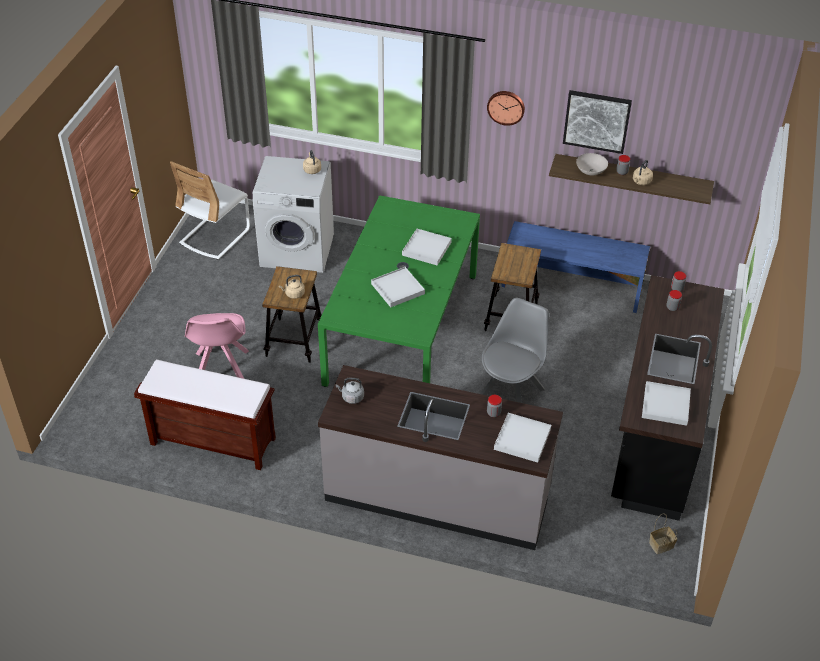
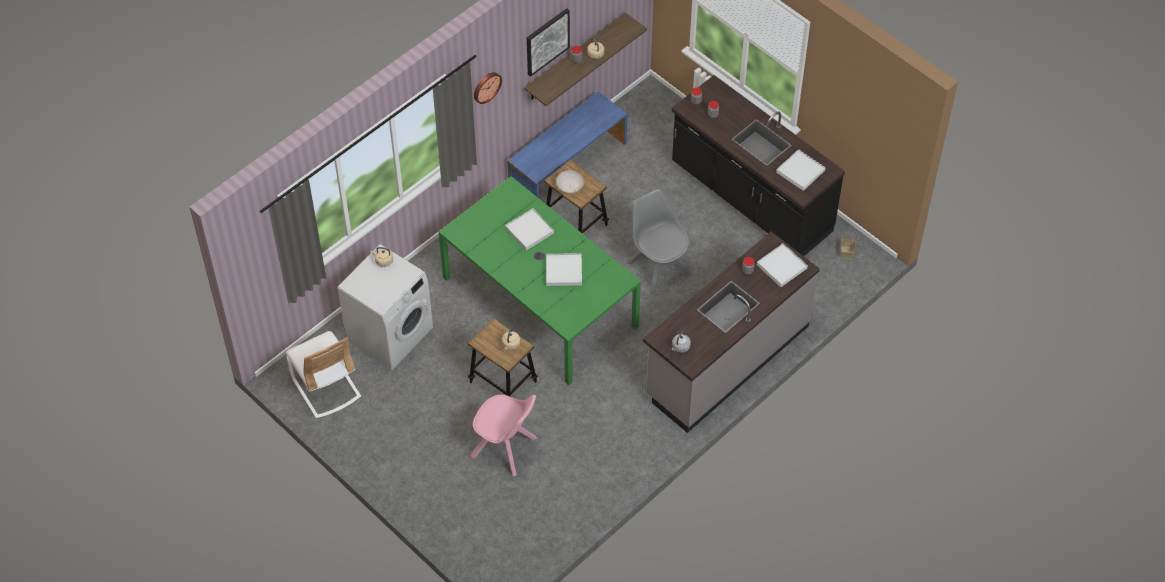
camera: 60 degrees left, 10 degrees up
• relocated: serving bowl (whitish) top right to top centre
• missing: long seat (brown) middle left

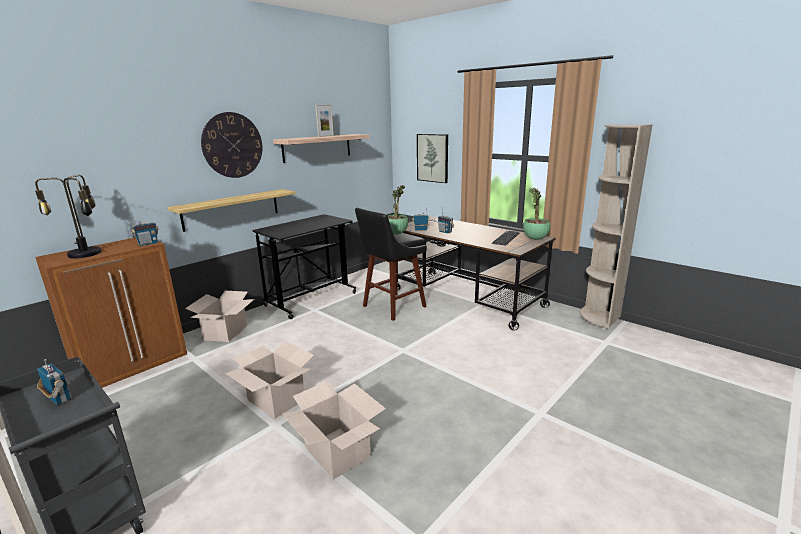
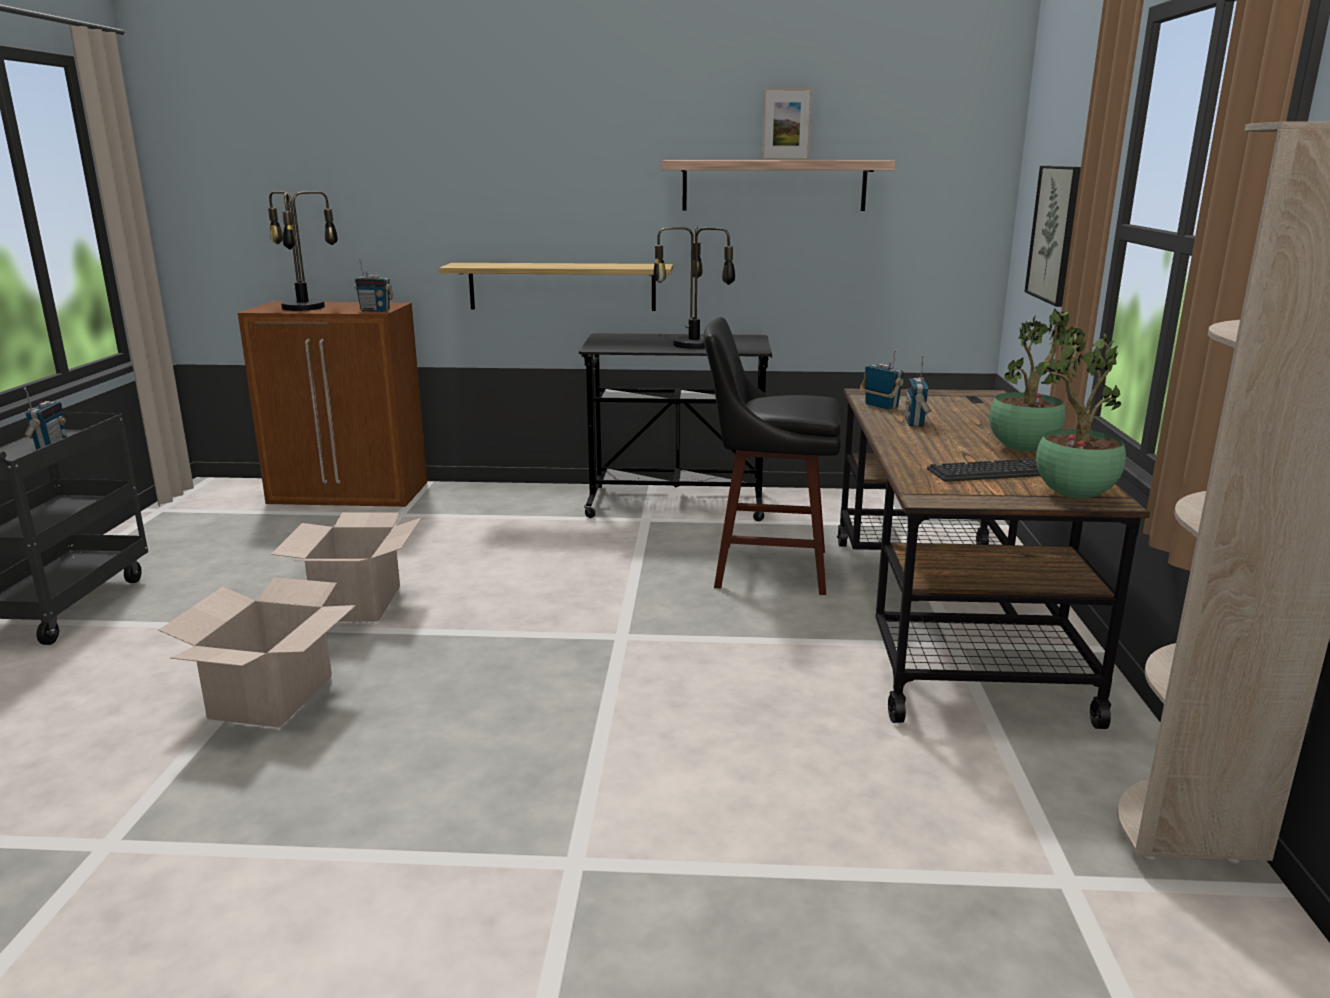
camera: 50 degrees right, 0 degrees up
• missing: clock on the wall top left
• relocated: potted plant (no. 1 from left) centre to middle right
• missing: carton (no. 1 from left) middle left
• appeared: table lamp (no. 2 from left) top centre

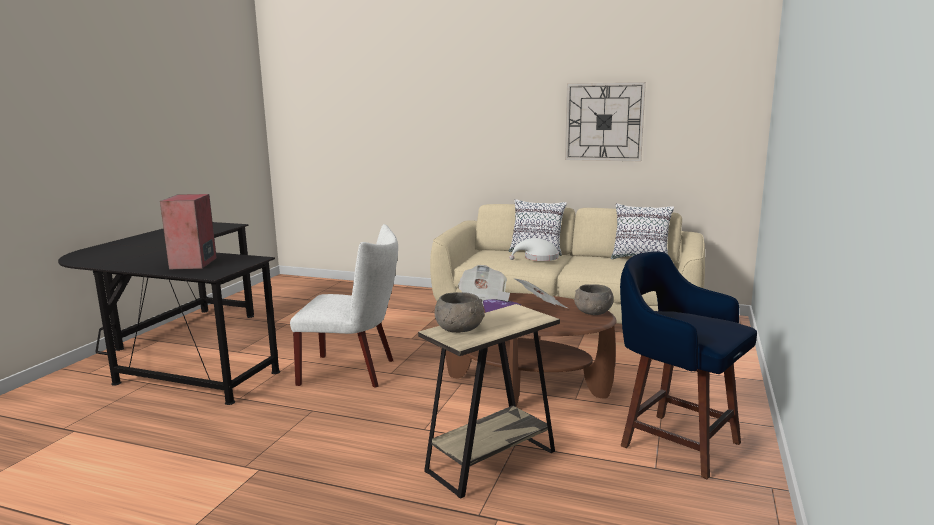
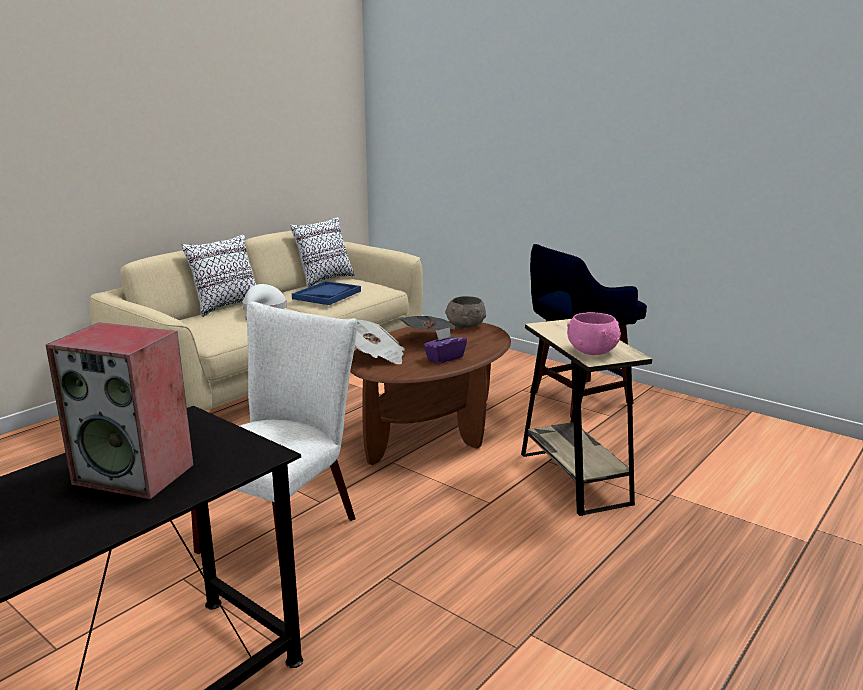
camera: 70 degrees left, 5 degrees up
• missing: clock on the wall top centre
• colour: serving bowl (grey) (no. 1 from left) centre to serving bowl (pink) middle right
• appeared: tray (blue) centre

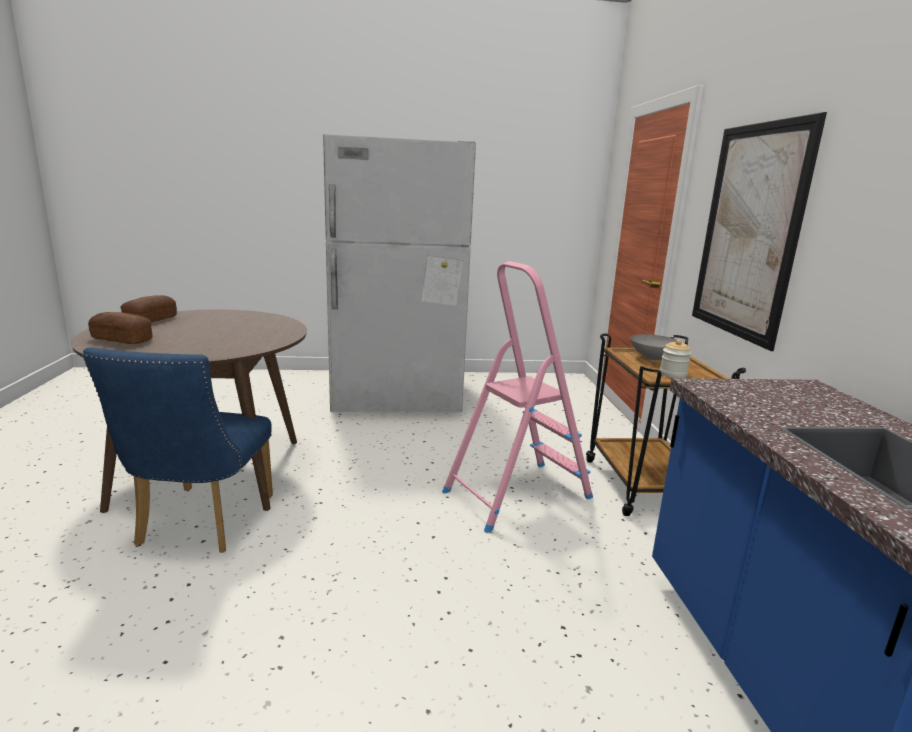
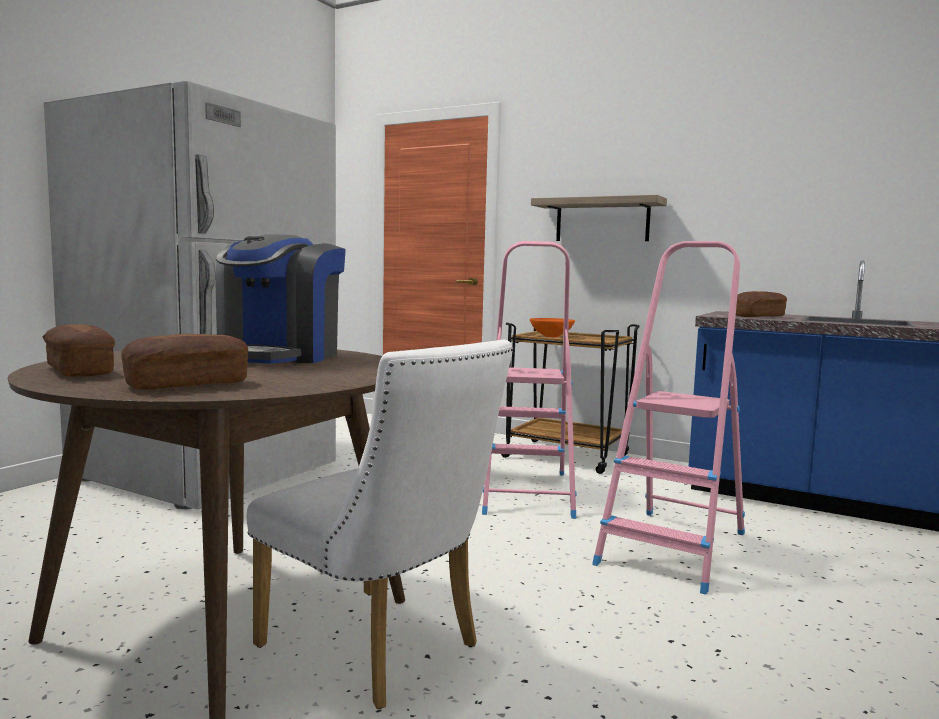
camera: 55 degrees left, 10 degrees down
• exchanged: picture top right to wall shelf top centre
• colour: serving bowl (grey) middle right to serving bowl (orange) centre
• missing: jar middle right
• colour: plain chair (blue) middle left to plain chair (whitish) bottom centre
• appeared: coffee brewer middle left
• appeared: step ladder (pink) (no. 2 from left) middle right
• appeared: bakery bread (no. 3 from left) middle right

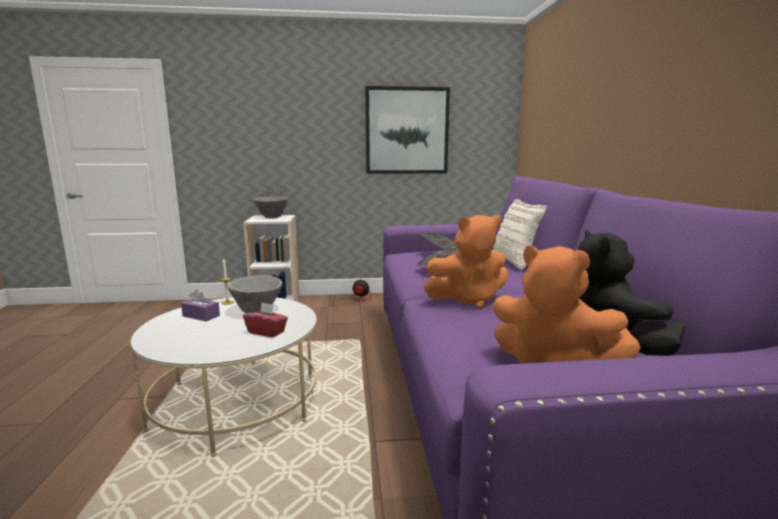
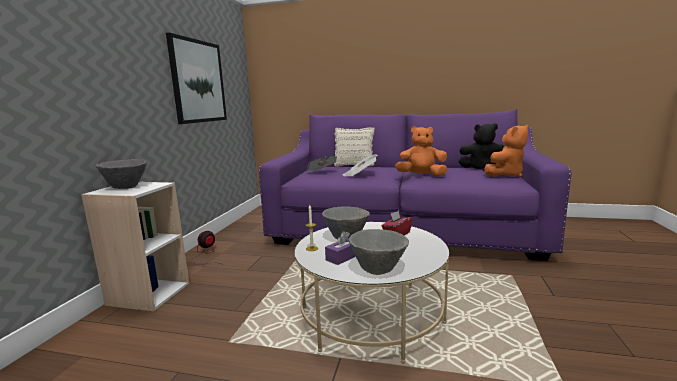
camera: 70 degrees left, 0 degrees up
• spun: cuddly toy (orange) (no. 1 from left) centre = centre 90 degrees counterclockwise
• appeared: serving bowl (grey) (no. 3 from left) centre

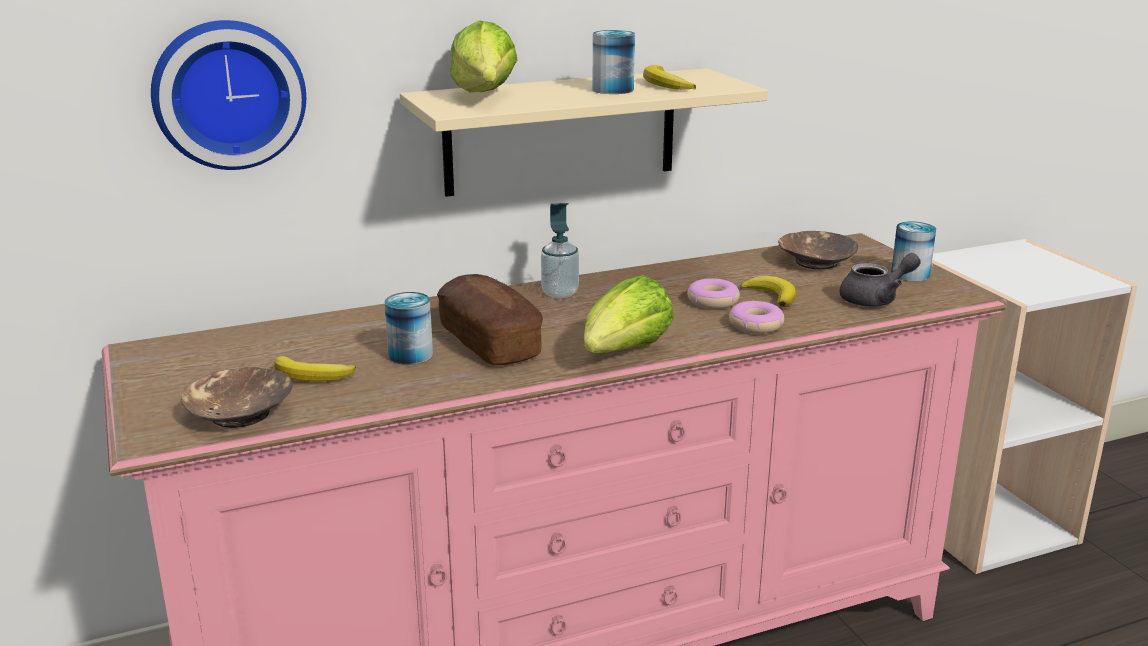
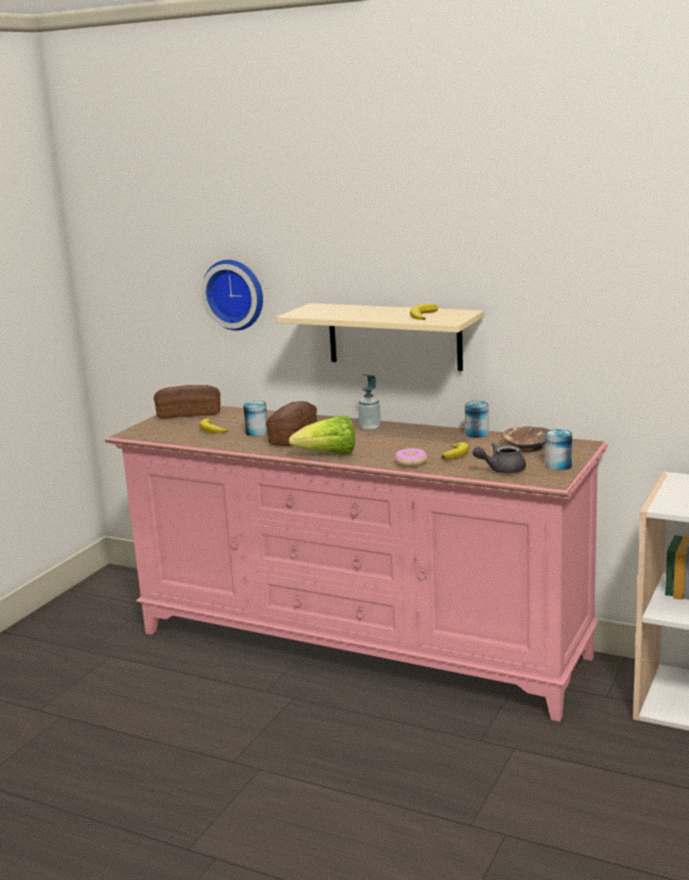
camera: 50 degrees right, 5 degrees down
• missing: lettuce (no. 1 from left) top centre
• relocated: metal can (no. 2 from left) top centre to middle right
• spun: tea pot (grey) middle right = middle right 135 degrees clockwise
• missing: donut (no. 1 from left) centre
• missing: serving bowl (brown) (no. 1 from left) middle left
• appeared: bakery bread (no. 1 from left) middle left

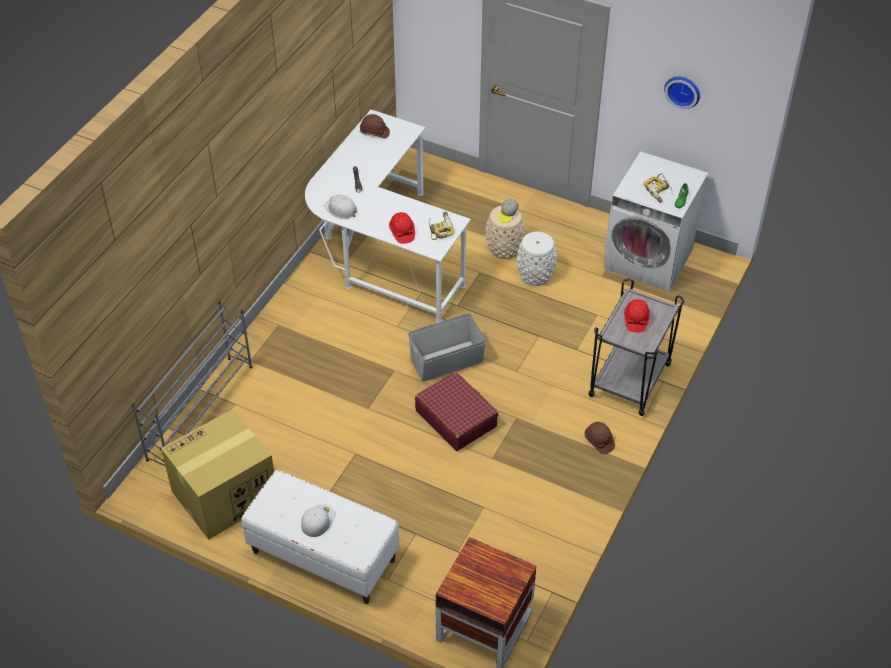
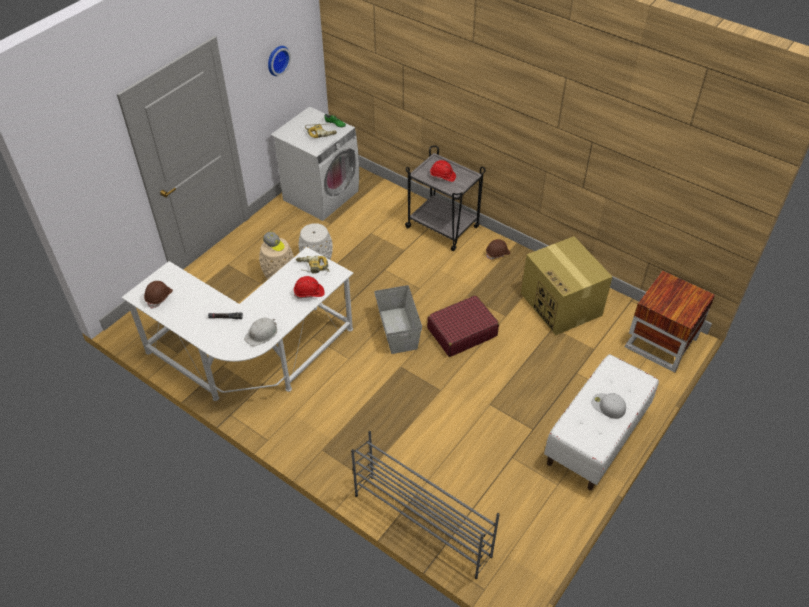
camera: 80 degrees left, 0 degrees up
• relocated: carton bottom left to middle right

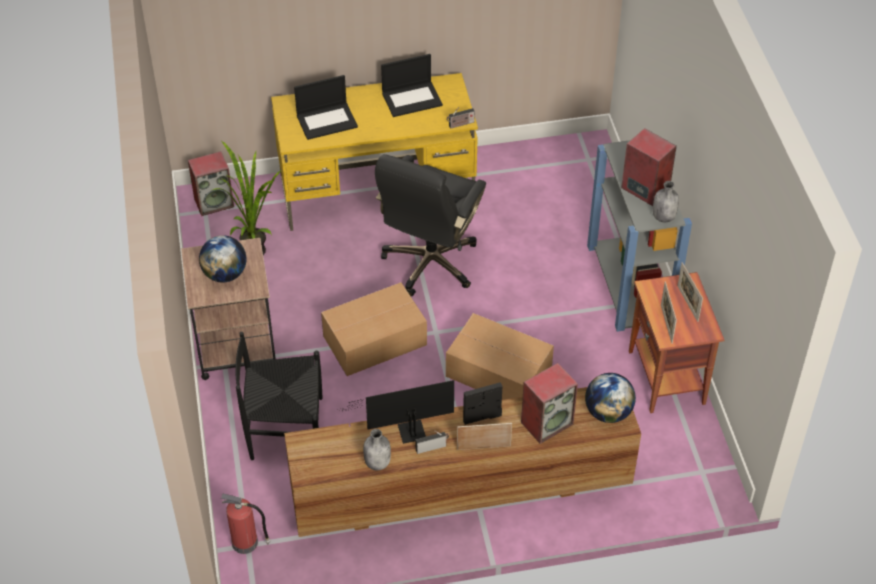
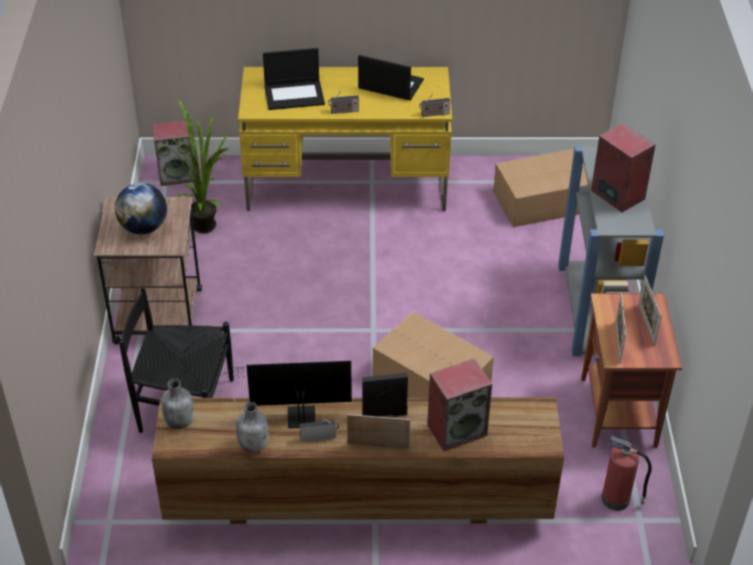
camera: 10 degrees right, 5 degrees down
• spun: laptop (no. 2 from left) top centre = top centre 150 degrees counterclockwise
• missing: desk chair (black-coloured) centre
• relocated: beverage bottle (grey) (no. 2 from left in the first image) middle right to beverage bottle (grey) (no. 1 from left) bottom left
• relocated: carton (no. 1 from left in the first image) centre to carton (no. 2 from left) top right
• missing: world globe (no. 2 from left) bottom right
• relocated: extinguisher bottom left to bottom right
• appeared: radio receiver (no. 2 from left) top centre

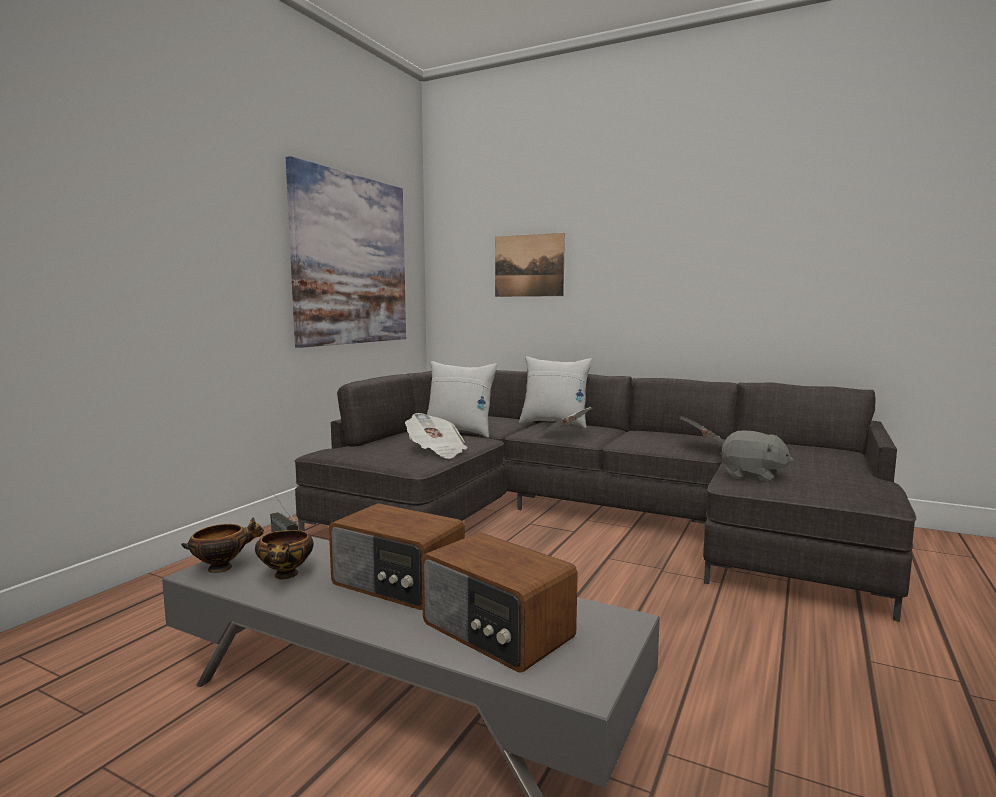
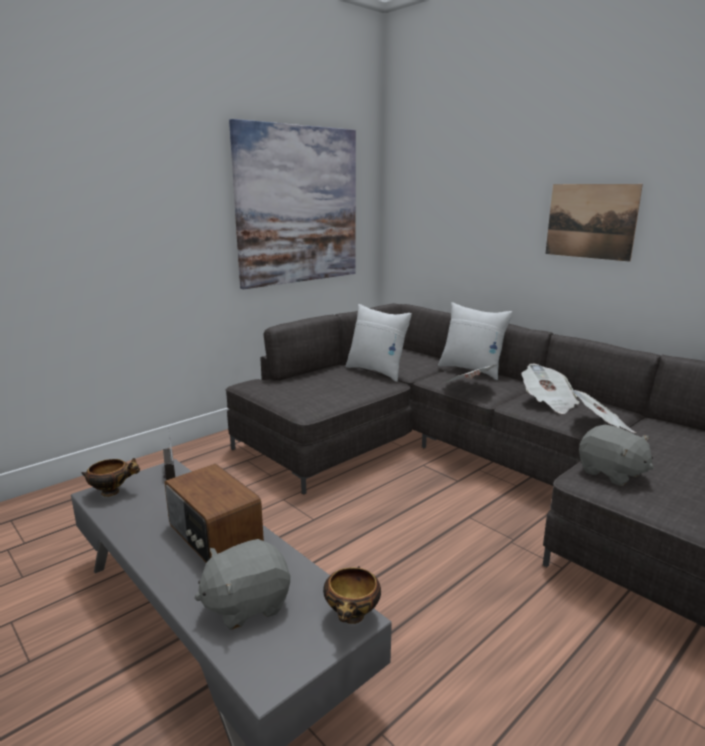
camera: 20 degrees right, 10 degrees up
• relocated: picture (no. 2 from left) top centre to top right
• relocated: printed paper (no. 1 from left in the first image) centre to printed paper (no. 2 from left) middle right
• relocated: serving bowl (no. 2 from left) bottom left to bottom centre
• exchanged: radio receiver (no. 3 from left) bottom centre to cuddly toy (grey) (no. 1 from left) bottom centre

